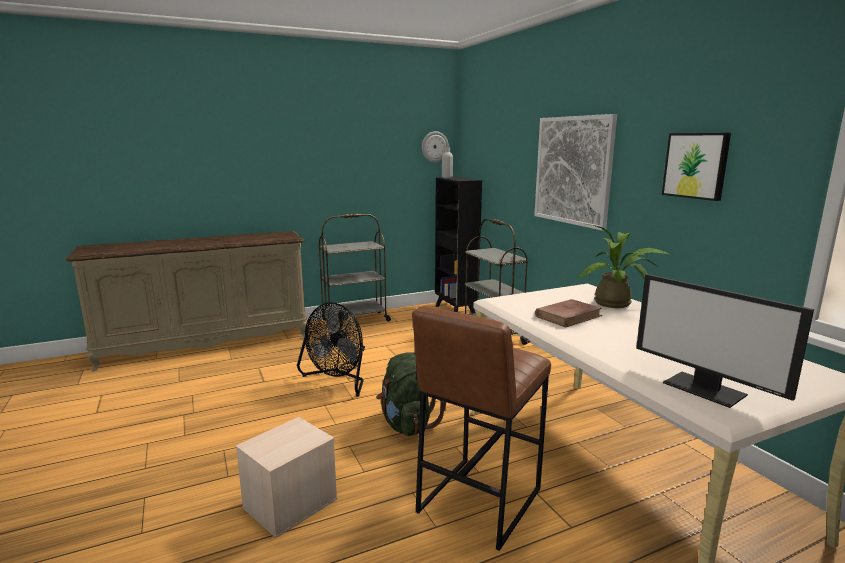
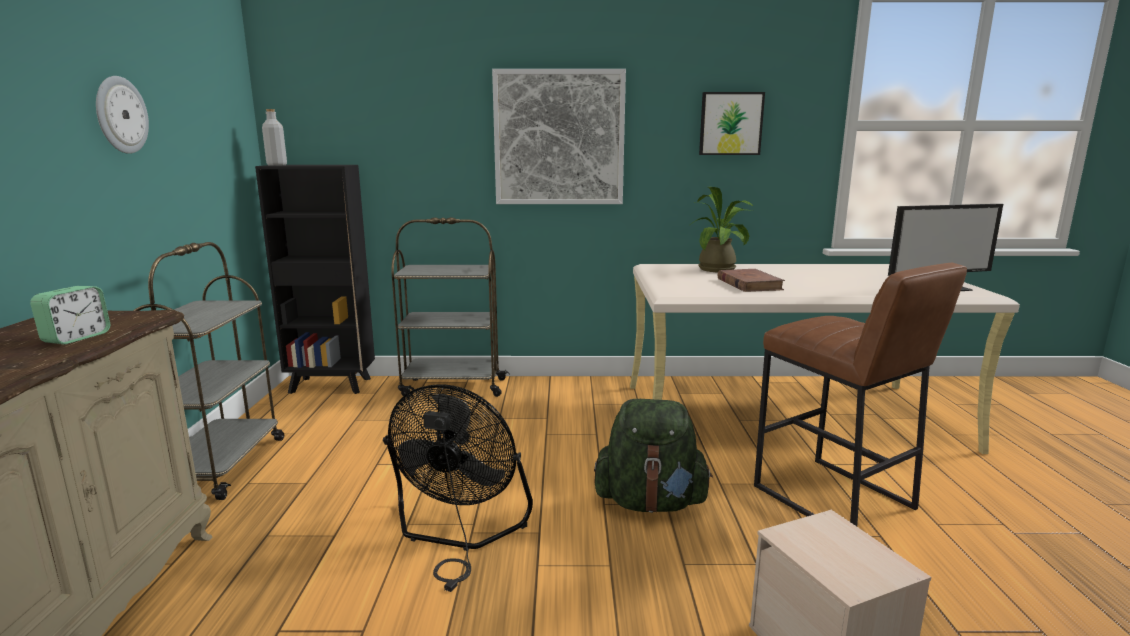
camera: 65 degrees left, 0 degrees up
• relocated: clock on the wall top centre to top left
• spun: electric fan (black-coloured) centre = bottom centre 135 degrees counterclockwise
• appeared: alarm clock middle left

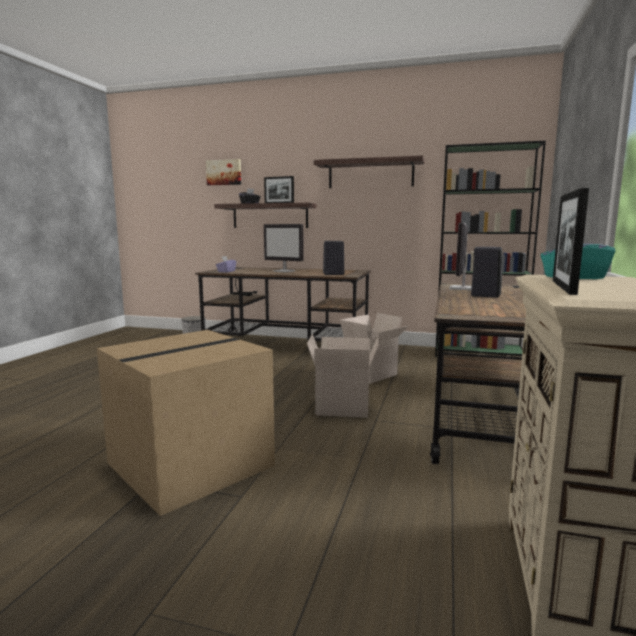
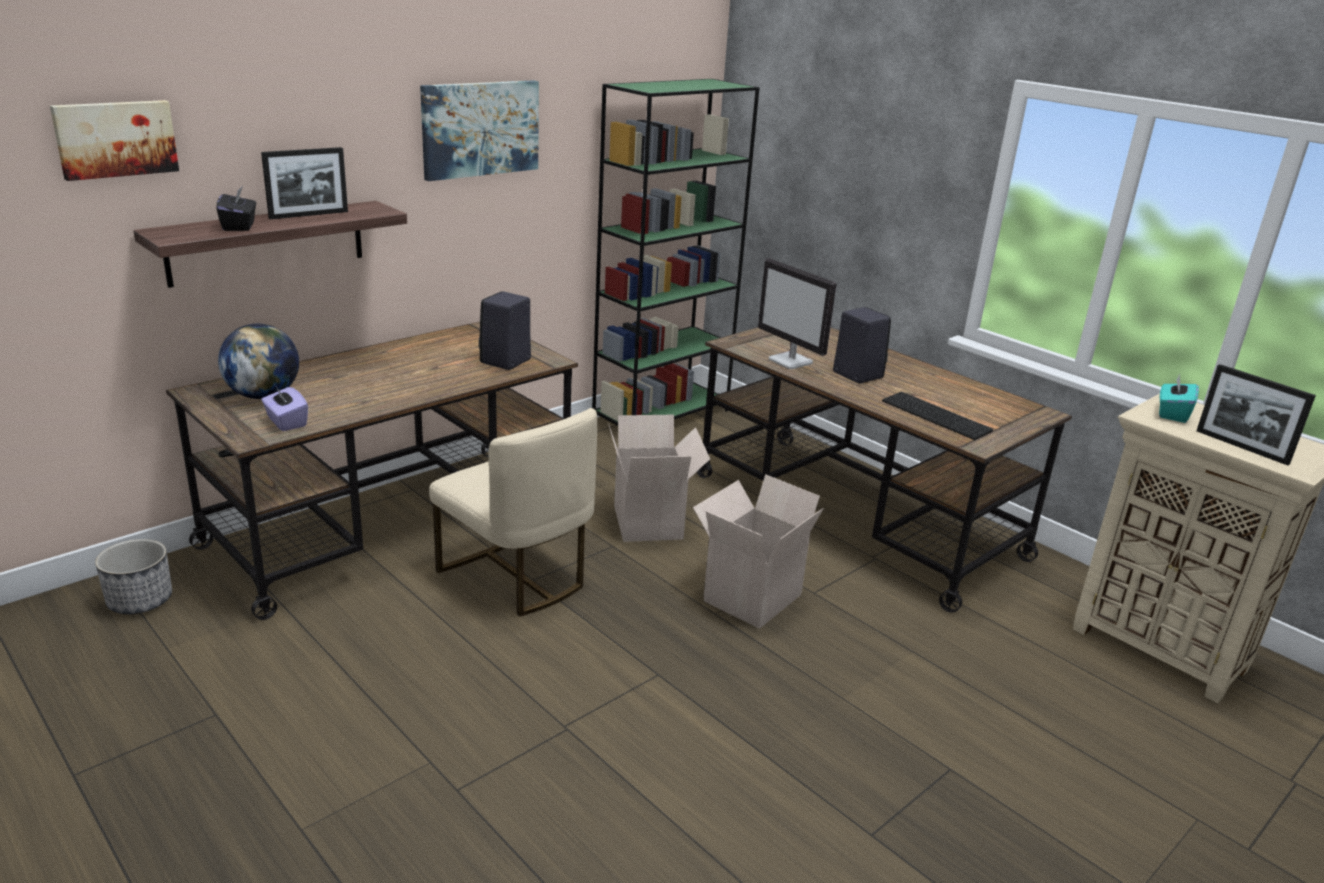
camera: 60 degrees left, 15 degrees up
• exchanged: wall shelf (no. 2 from left) top centre to picture (no. 2 from left) top centre
• missing: computer display (no. 1 from left) centre
• missing: carton (no. 1 from left) middle left
• appeared: world globe middle left
• appeared: PC keyboard middle right
• appeared: plain chair (sand-coloured) centre

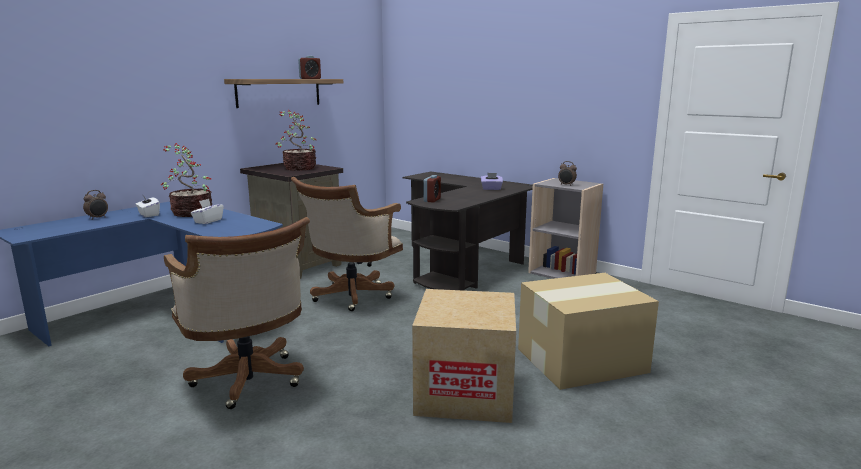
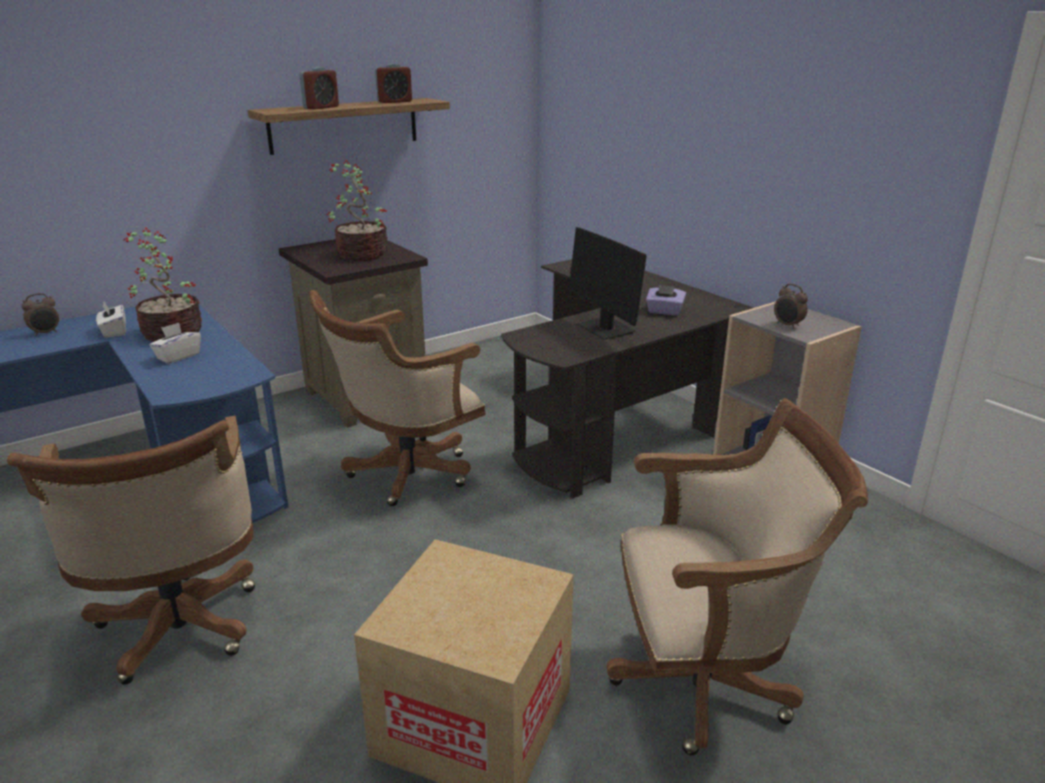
camera: 15 degrees right, 10 degrees up
• relocated: alarm clock (no. 3 from left in the first image) centre to alarm clock (no. 2 from left) top left
• exchanged: carton (no. 2 from left) bottom right to desk chair (no. 3 from left) bottom right
• appeared: computer display centre

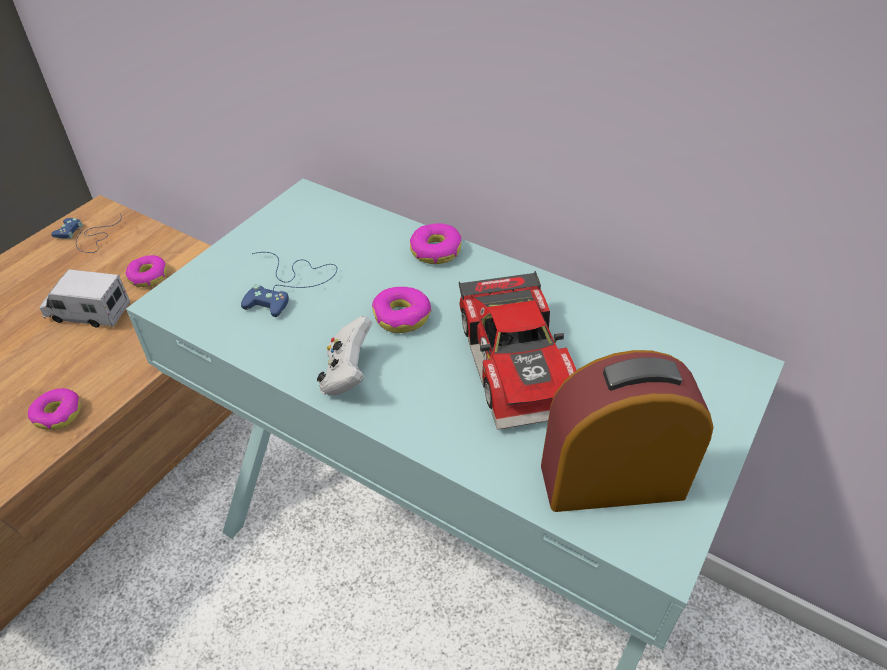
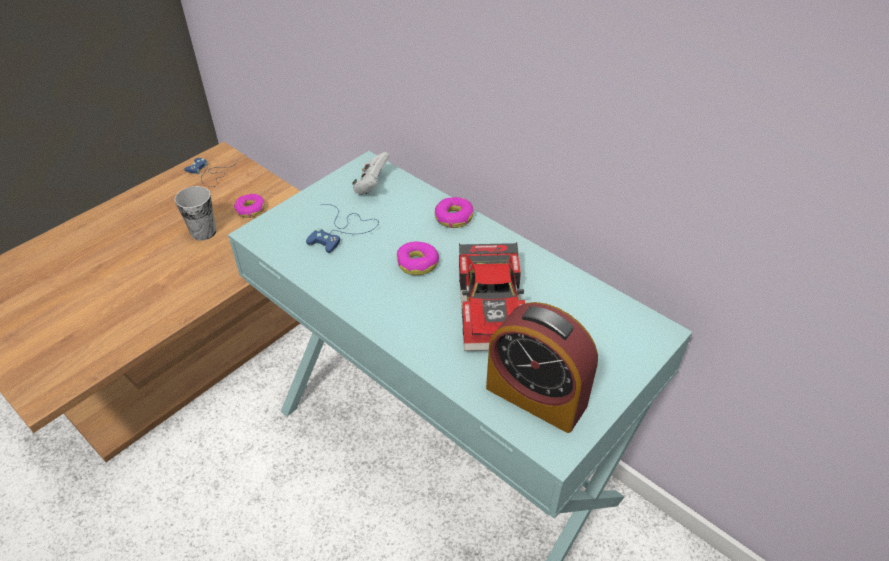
camera: 10 degrees right, 0 degrees up
• exchanged: model truck middle left to cup middle left
• relocated: gamepad (whitish) centre to top centre
• spun: alarm clock middle right = centre 150 degrees counterclockwise
• missing: donut (no. 1 from left) middle left

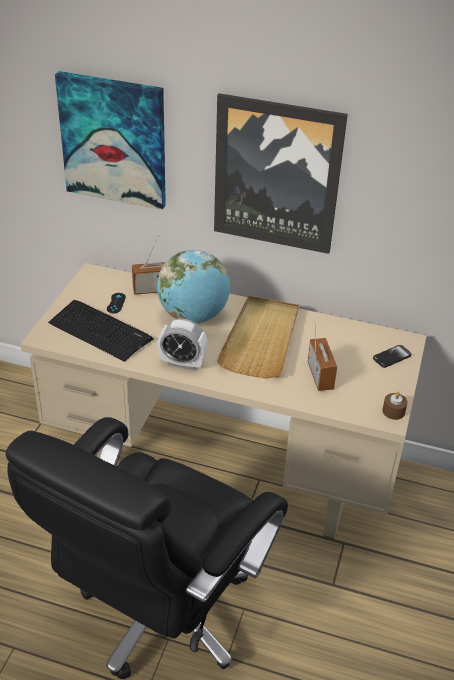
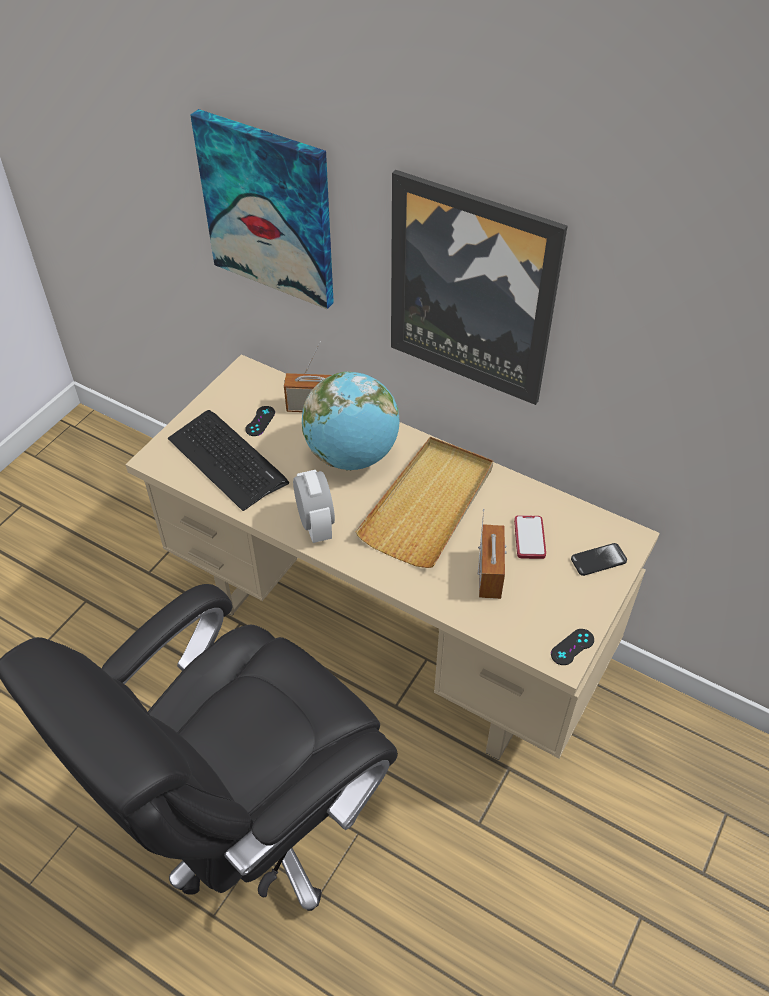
camera: 15 degrees right, 10 degrees up
• spun: alarm clock centre = centre 135 degrees counterclockwise
• exchanged: wax candle (brown) middle right to gamepad (black-coloured) (no. 2 from left) middle right
• appeared: handset (no. 1 from left) middle right

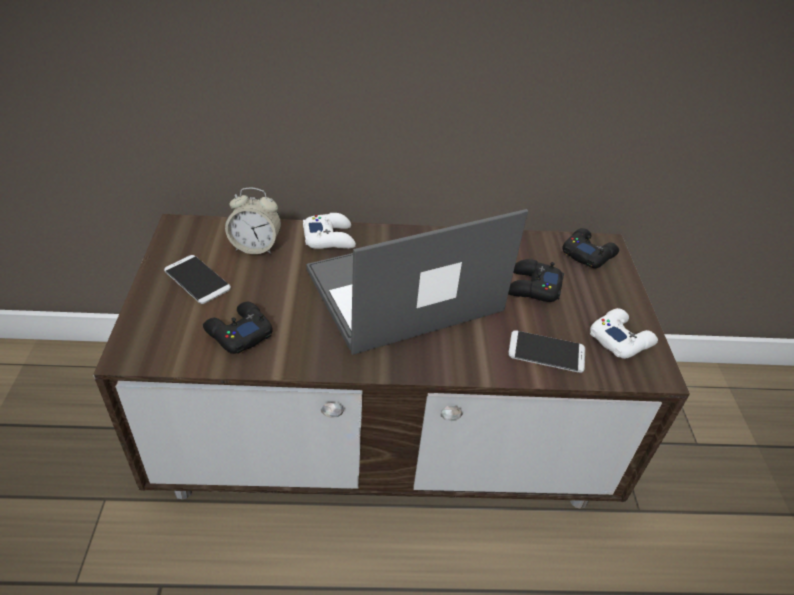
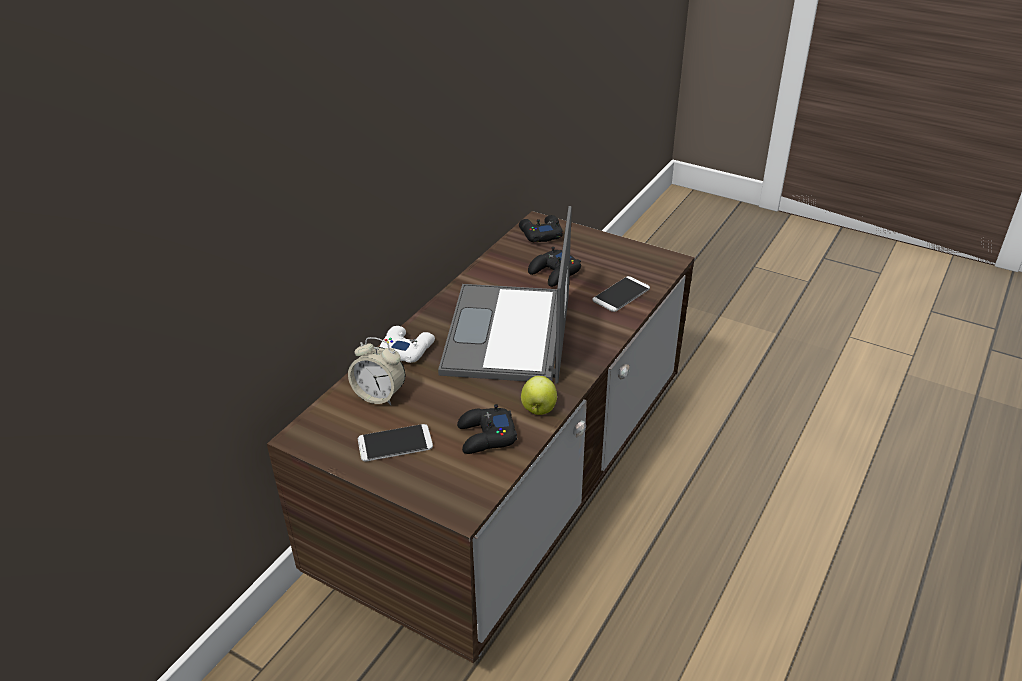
camera: 55 degrees left, 5 degrees down
• spun: alarm clock middle left = centre 75 degrees clockwise
• missing: gamepad (whitish) (no. 2 from left) middle right
• appeared: apple centre

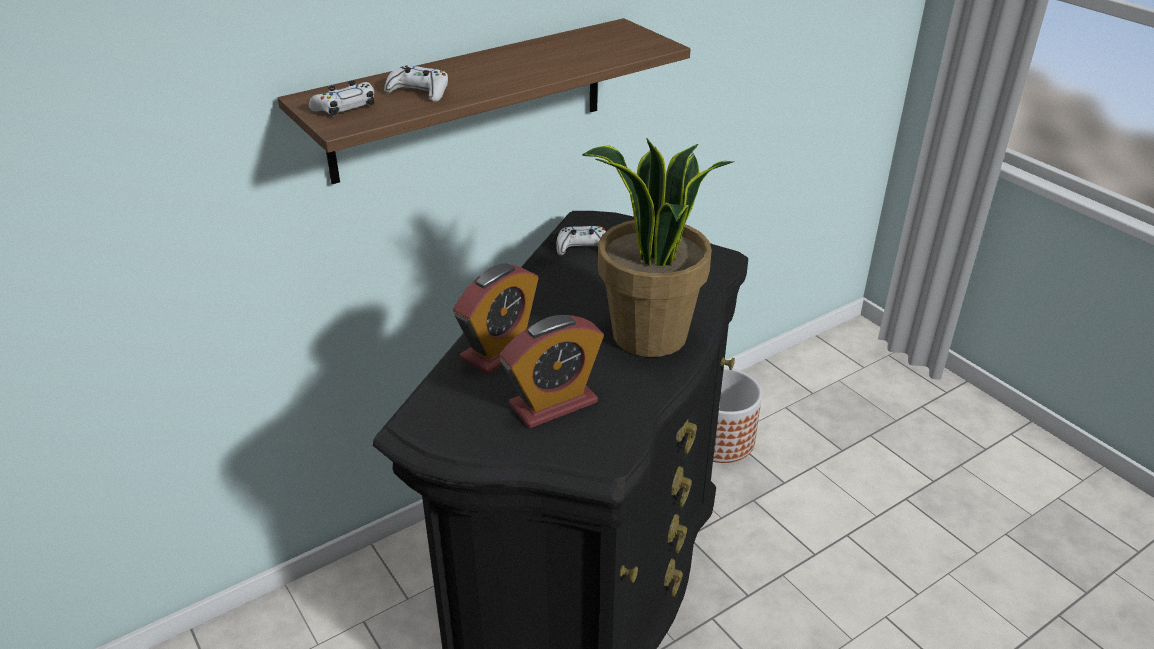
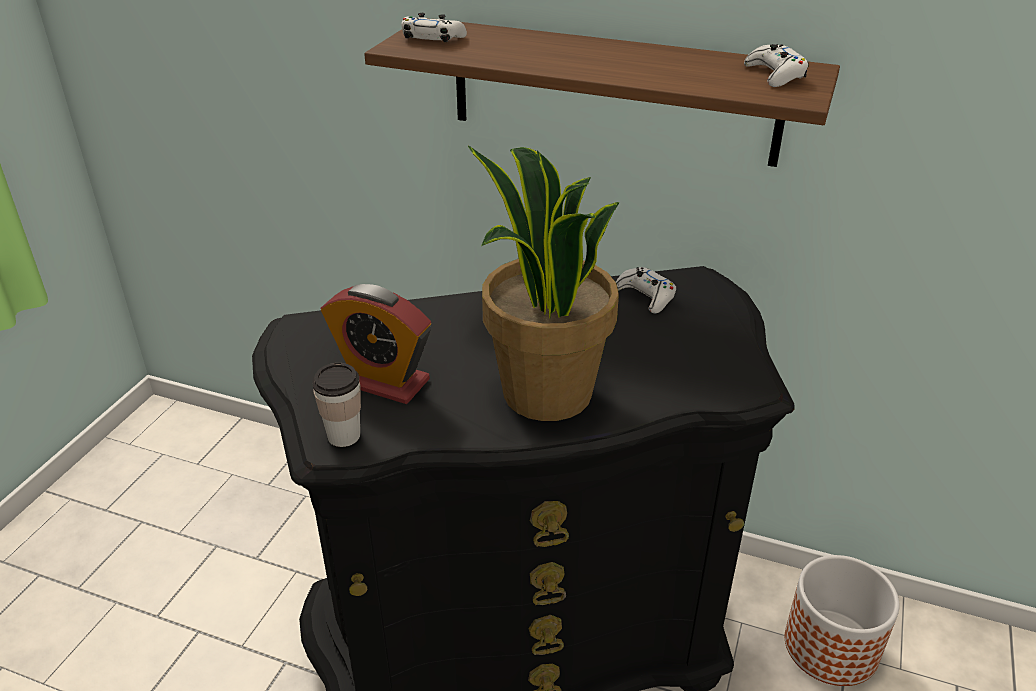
camera: 55 degrees right, 0 degrees up
• relocated: gamepad (whitish) (no. 2 from left in the first image) top centre to gamepad (whitish) (no. 3 from left) top right
• missing: alarm clock (no. 1 from left) centre
• appeared: cup middle left

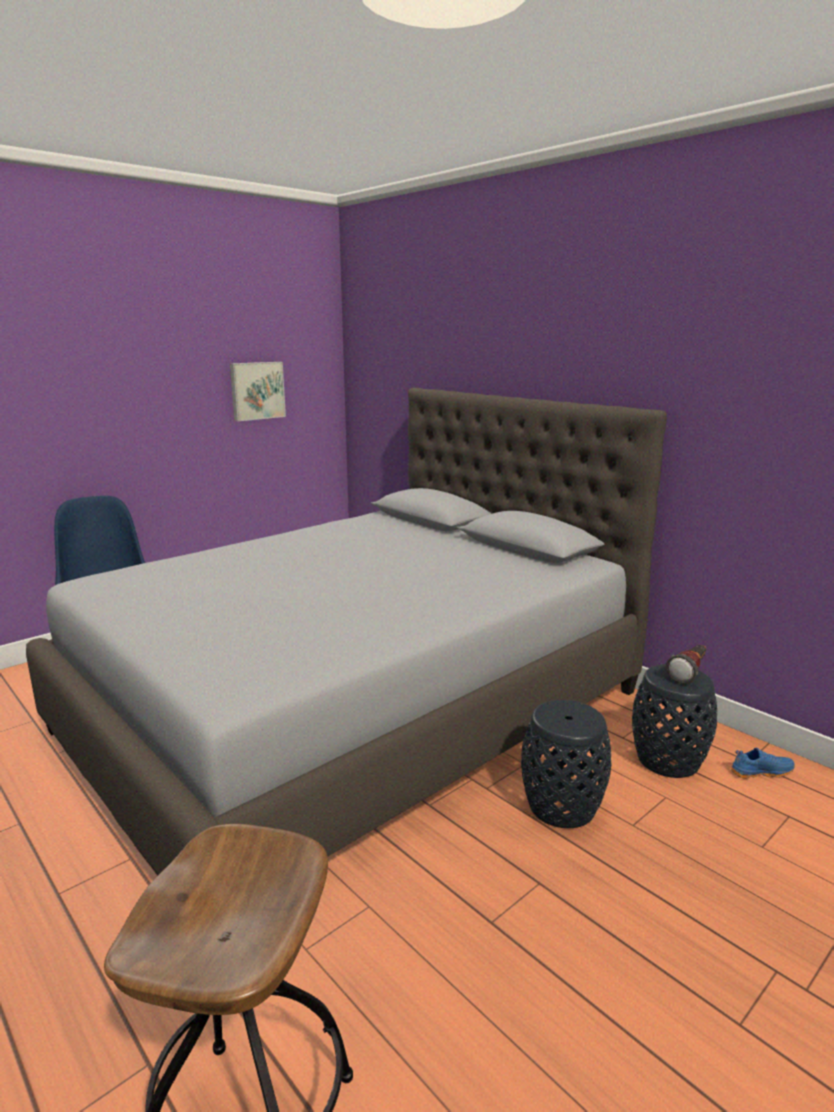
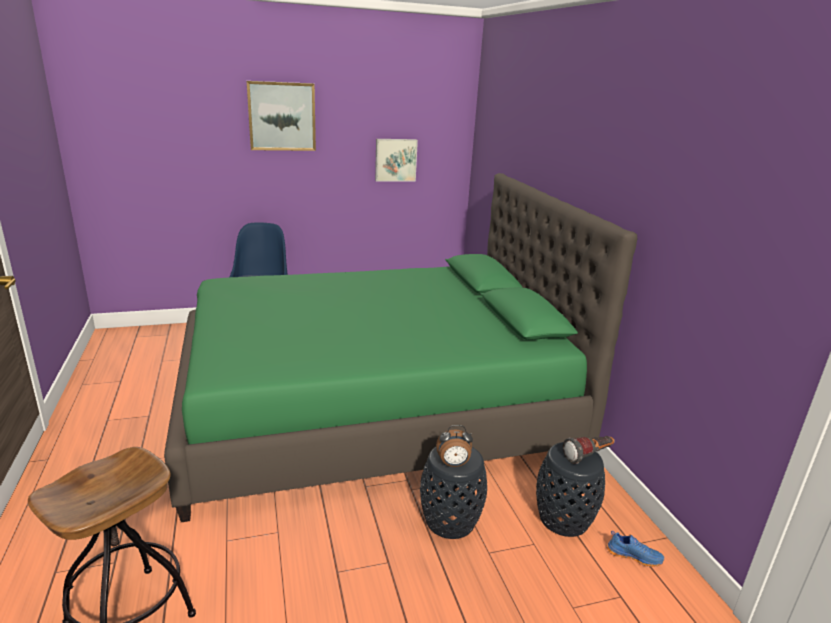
camera: 25 degrees right, 5 degrees up
• colour: bedroom bed (grey) centre to bedroom bed (greenish) centre
• appeared: picture (no. 1 from left) top centre
• appeared: alarm clock bottom centre

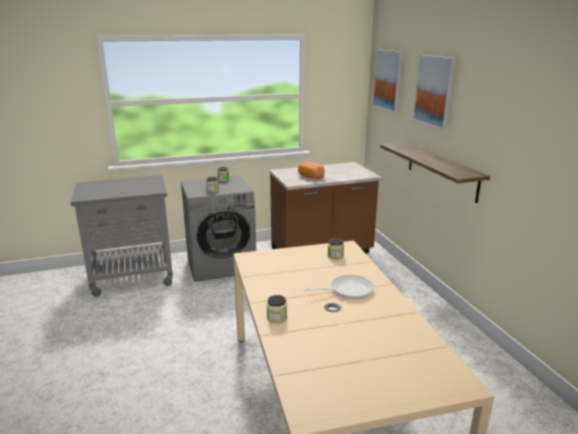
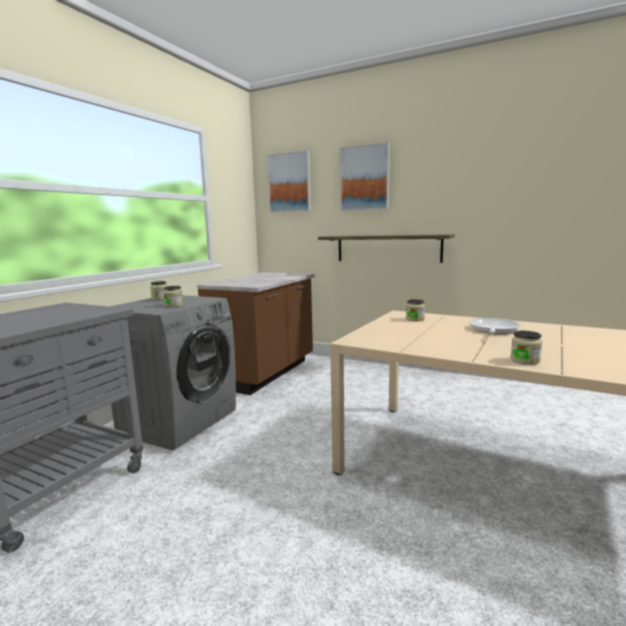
camera: 45 degrees left, 10 degrees down
• missing: bakery bread centre

